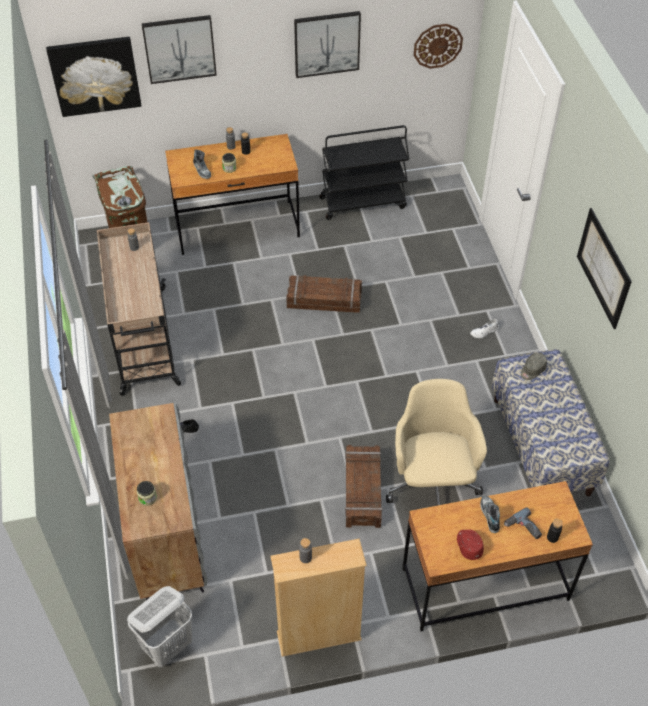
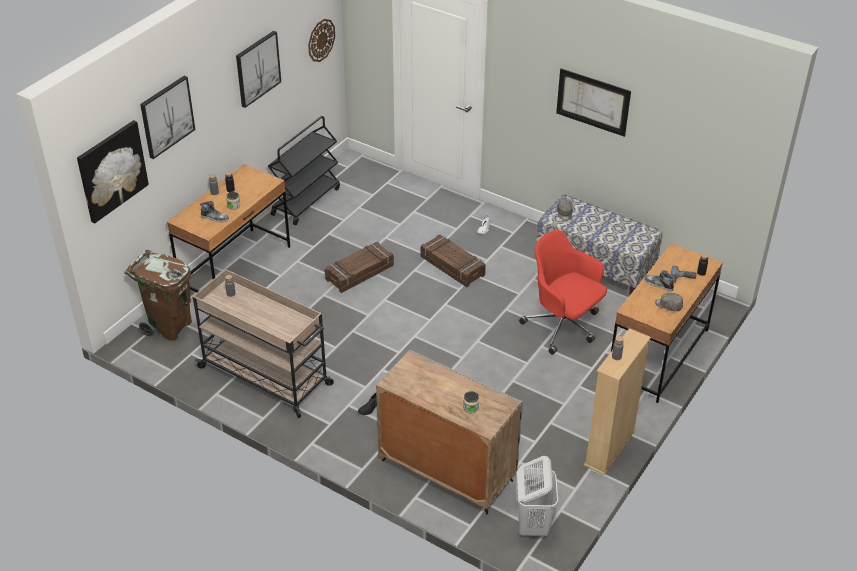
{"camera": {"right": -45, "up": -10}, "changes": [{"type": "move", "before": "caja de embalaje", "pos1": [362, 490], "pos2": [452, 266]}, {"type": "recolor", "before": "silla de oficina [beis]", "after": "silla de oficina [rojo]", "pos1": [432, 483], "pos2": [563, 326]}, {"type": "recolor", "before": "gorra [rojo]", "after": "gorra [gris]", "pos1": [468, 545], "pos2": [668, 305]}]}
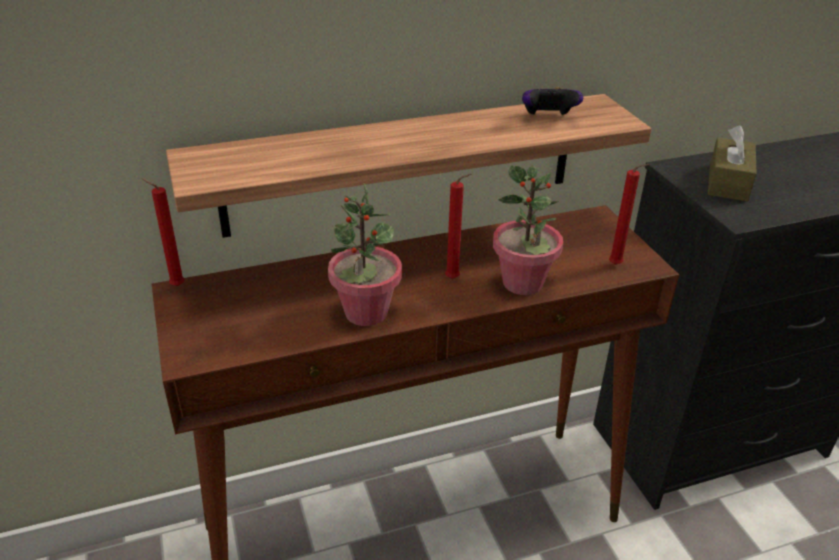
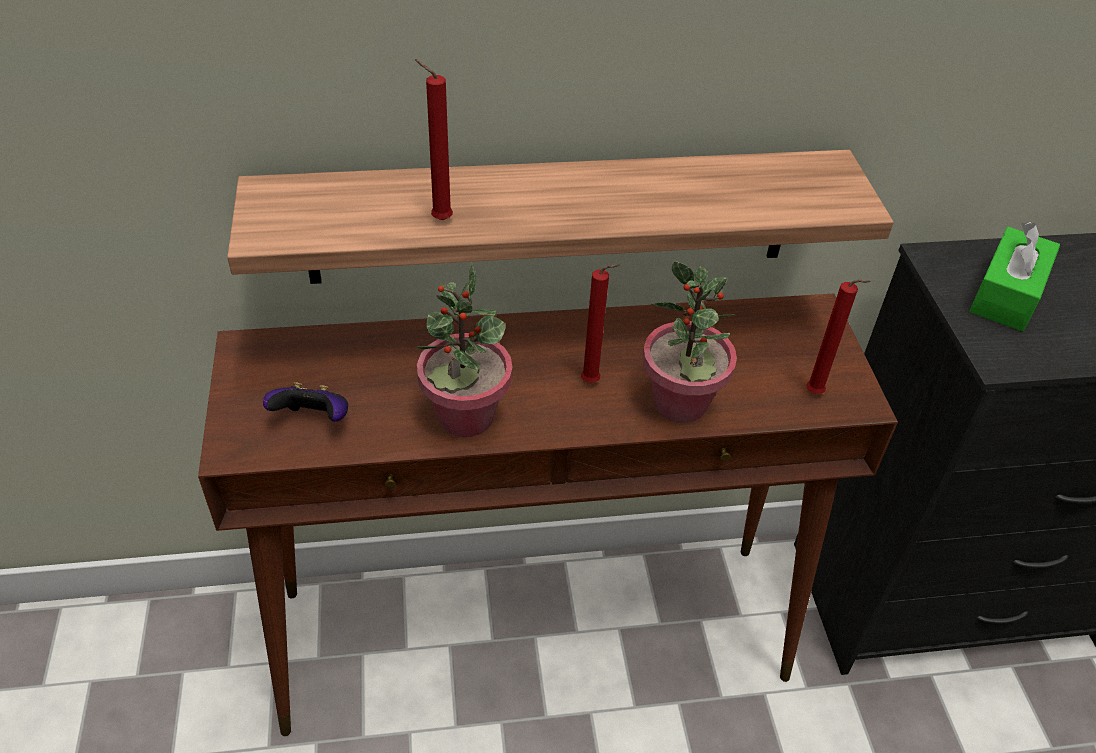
{"camera": {"right": 10, "up": 10}, "changes": [{"type": "move", "before": "vela [rojo]", "pos1": [175, 286], "pos2": [438, 219]}, {"type": "move", "before": "mando de consola", "pos1": [548, 118], "pos2": [314, 420]}, {"type": "recolor", "before": "caja de pañuelos [marrón]", "after": "caja de pañuelos [verde]", "pos1": [728, 182], "pos2": [1007, 294]}]}
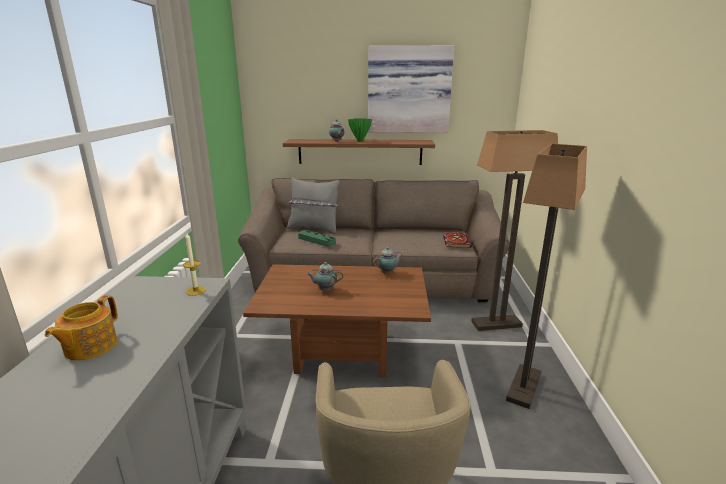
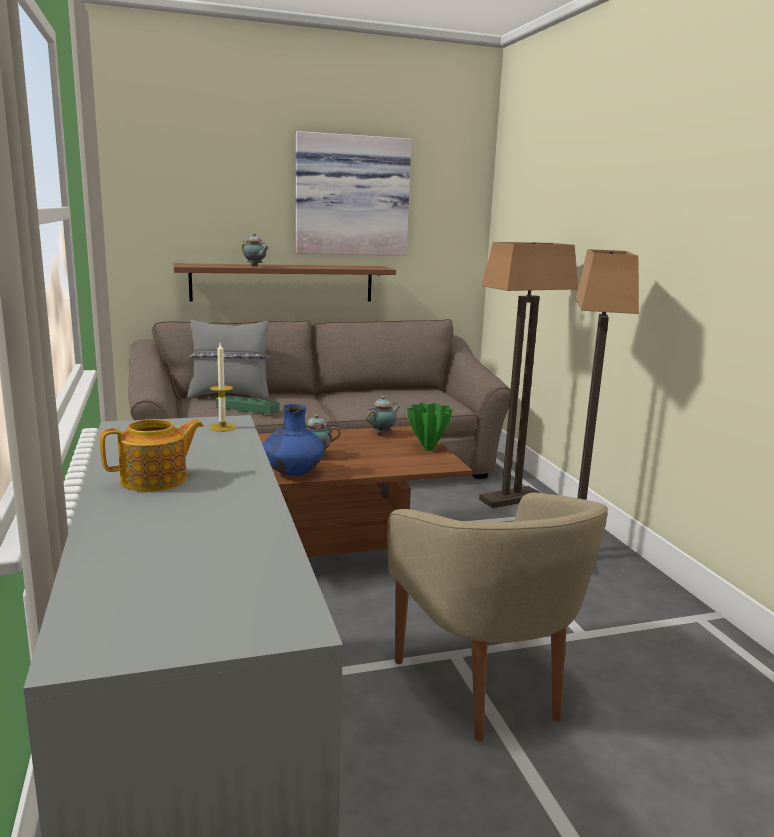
{"camera": {"right": -20, "up": -5}, "changes": [{"type": "rotate", "before": "tetera", "pos1": [89, 347], "pos2": [156, 480], "turn": -120}, {"type": "move", "before": "florero [verde]", "pos1": [360, 141], "pos2": [428, 448]}, {"type": "delete", "before": "libro", "pos1": [455, 241]}, {"type": "insert", "after": "florero [azul]", "pos2": [292, 473]}]}
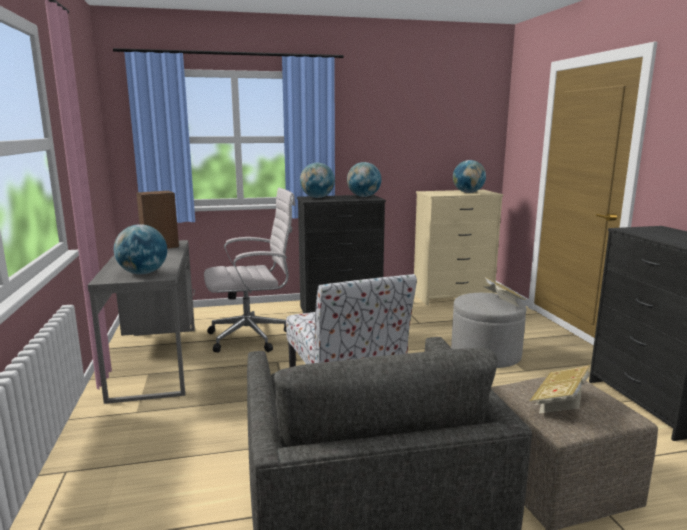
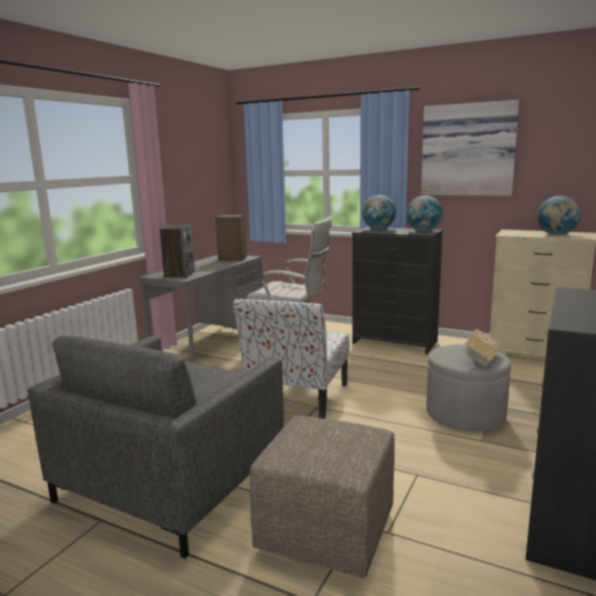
{"camera": {"right": 40, "up": 0}, "changes": [{"type": "replace", "before": "globo terráqueo", "after": "altavoz", "pos1": [143, 273], "pos2": [179, 275]}, {"type": "delete", "before": "libro", "pos1": [561, 404]}, {"type": "insert", "after": "cuadro", "pos2": [468, 150]}]}
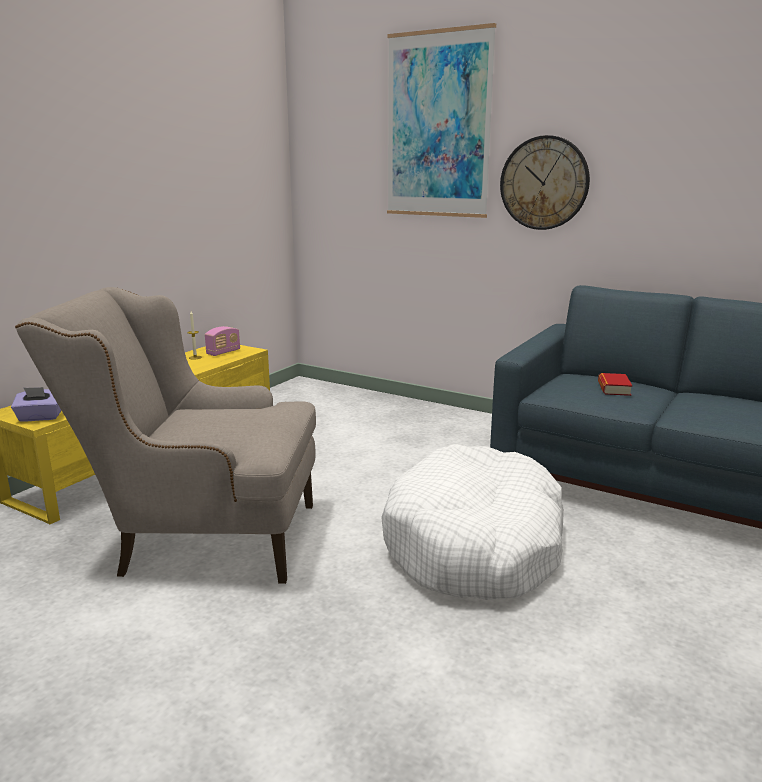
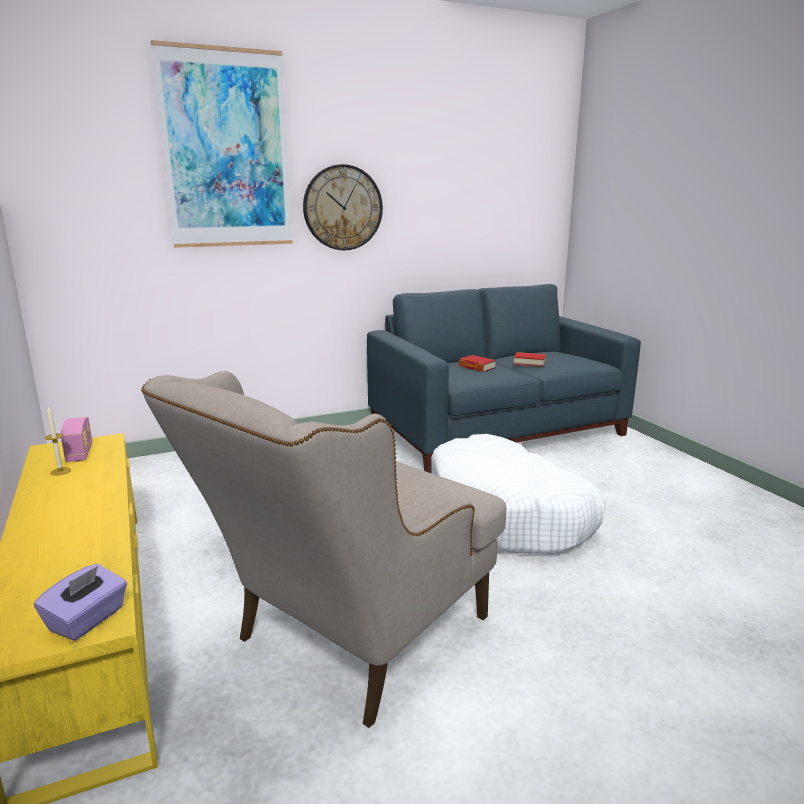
{"camera": {"right": -55, "up": 0}, "changes": [{"type": "insert", "after": "libro", "pos2": [529, 363]}]}
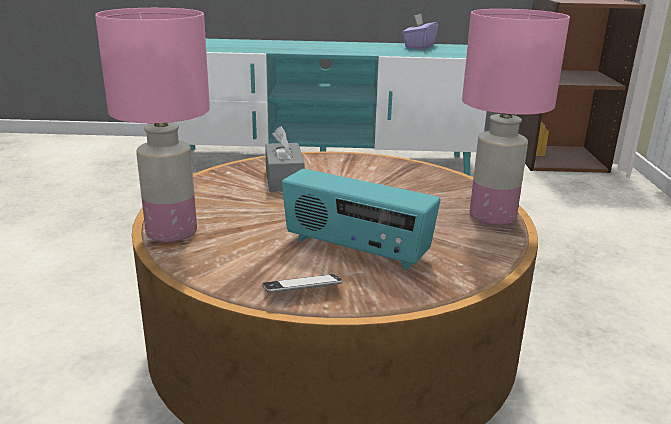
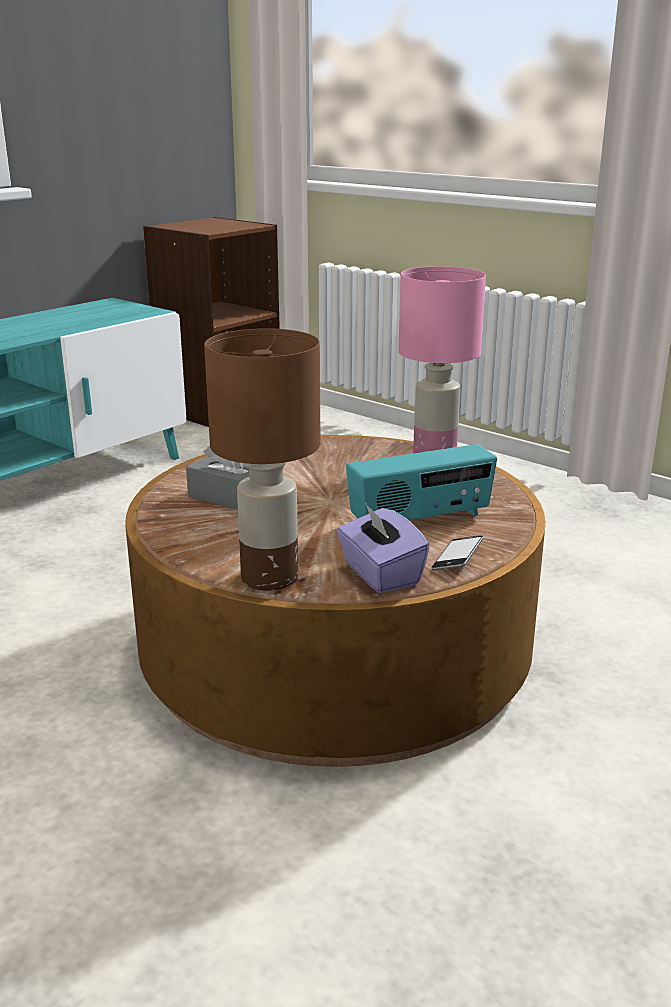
{"camera": {"right": -50, "up": 0}, "changes": [{"type": "recolor", "before": "lámpara de mesa [rosa]", "after": "lámpara de mesa [marrón]", "pos1": [170, 232], "pos2": [268, 578]}, {"type": "move", "before": "caja de pañuelos [morado]", "pos1": [419, 46], "pos2": [380, 574]}]}
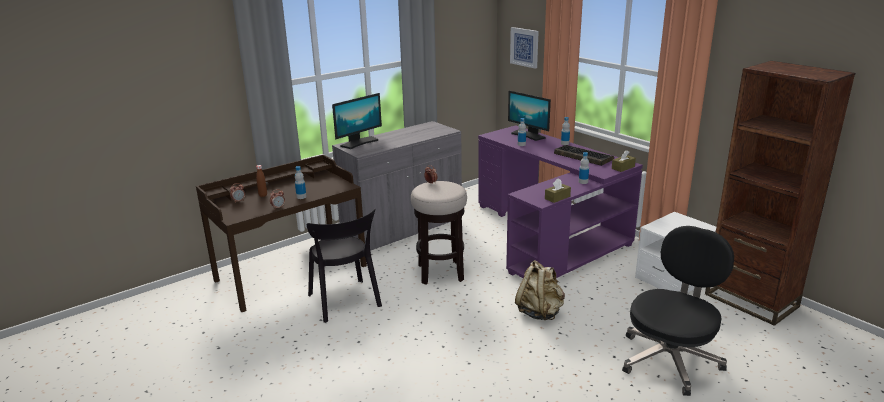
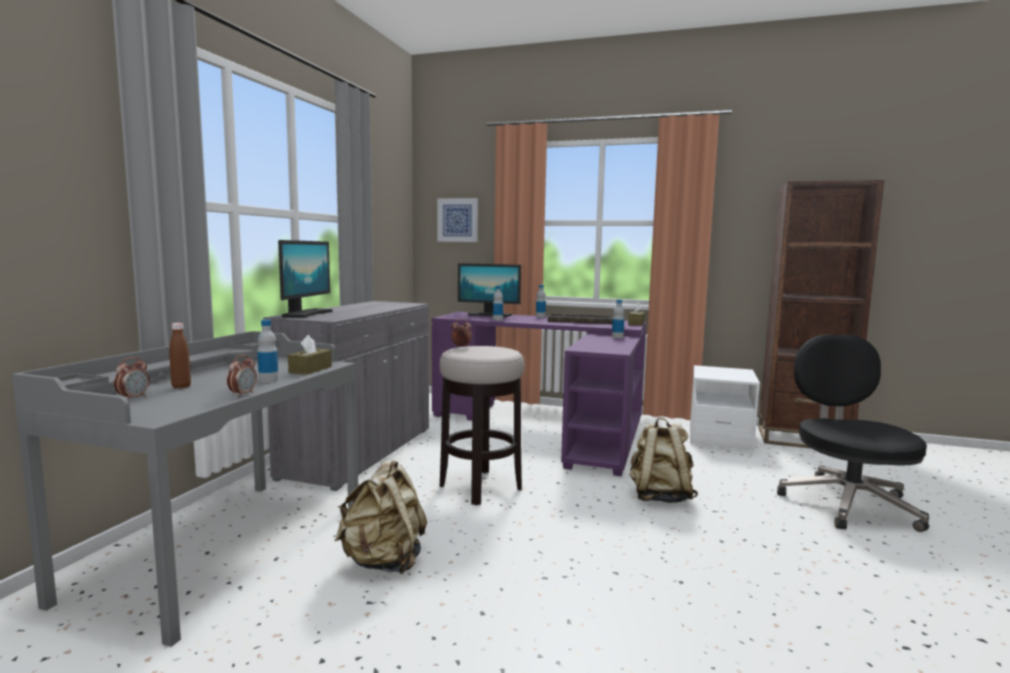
{"camera": {"right": -35, "up": -15}, "changes": [{"type": "recolor", "before": "escritorio [marrón]", "after": "escritorio [gris]", "pos1": [291, 272], "pos2": [224, 547]}, {"type": "replace", "before": "silla [negro]", "after": "mochila [beis]", "pos1": [345, 302], "pos2": [384, 562]}, {"type": "move", "before": "caja de pañuelos [marrón]", "pos1": [557, 197], "pos2": [310, 369]}]}
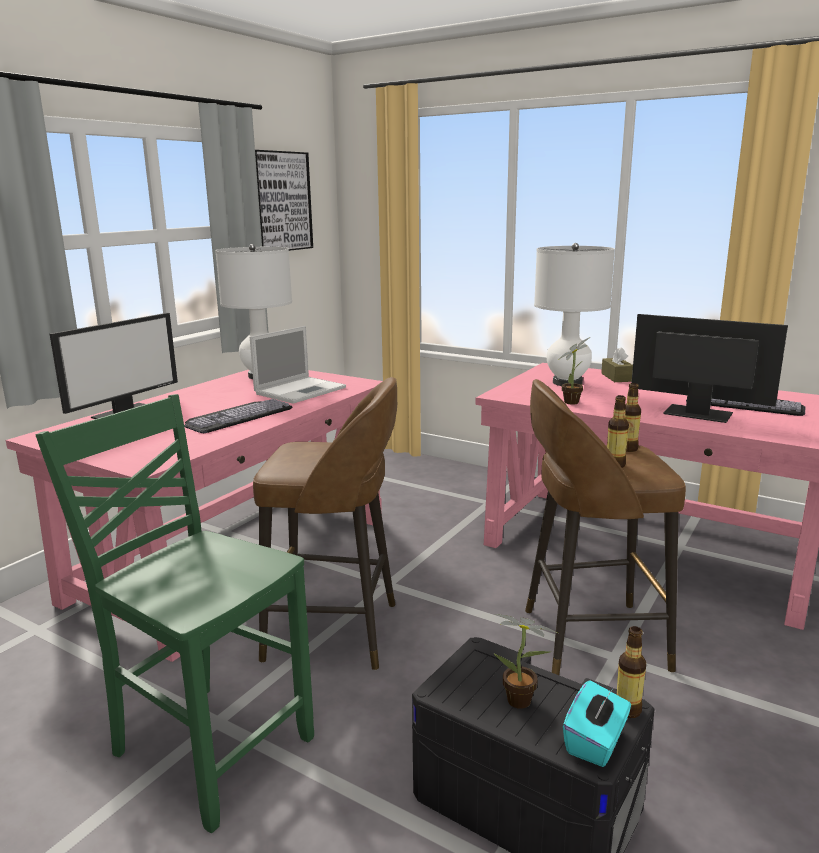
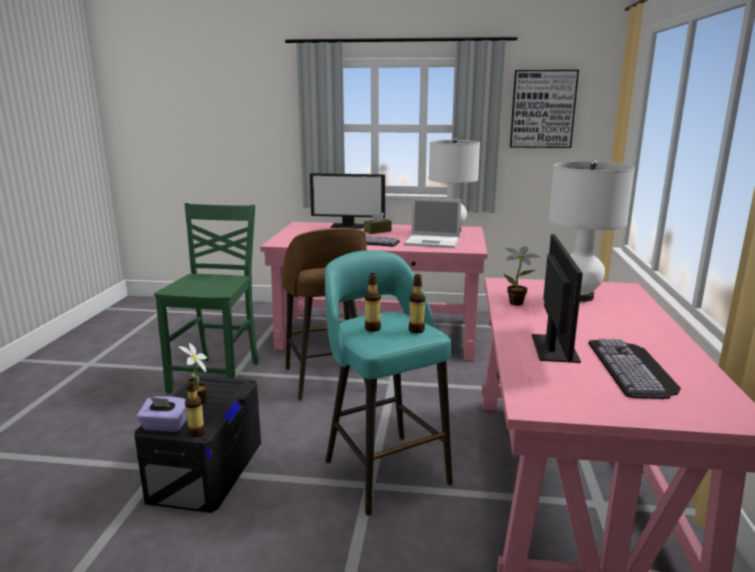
{"camera": {"right": 65, "up": 0}, "changes": [{"type": "recolor", "before": "taburete [marrón]", "after": "taburete [turquesa]", "pos1": [589, 639], "pos2": [385, 470]}, {"type": "recolor", "before": "caja de pañuelos [turquesa]", "after": "caja de pañuelos [morado]", "pos1": [596, 742], "pos2": [165, 426]}, {"type": "move", "before": "caja de pañuelos [marrón]", "pos1": [616, 377], "pos2": [377, 231]}]}
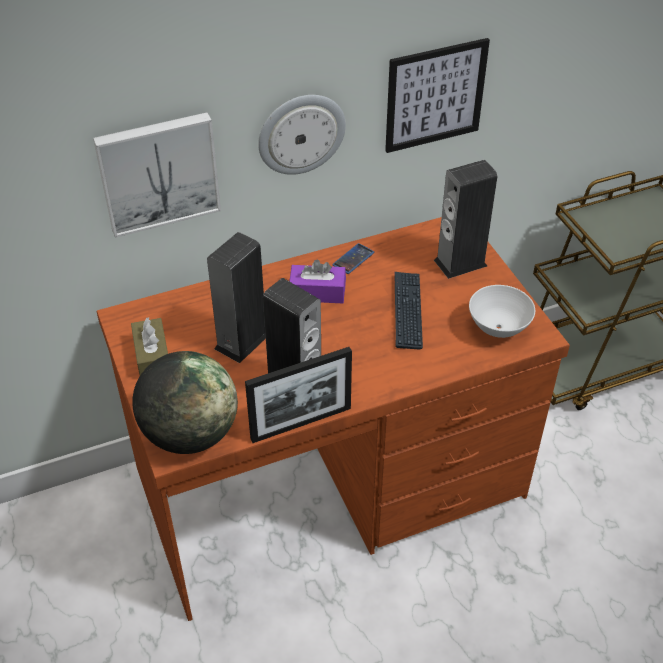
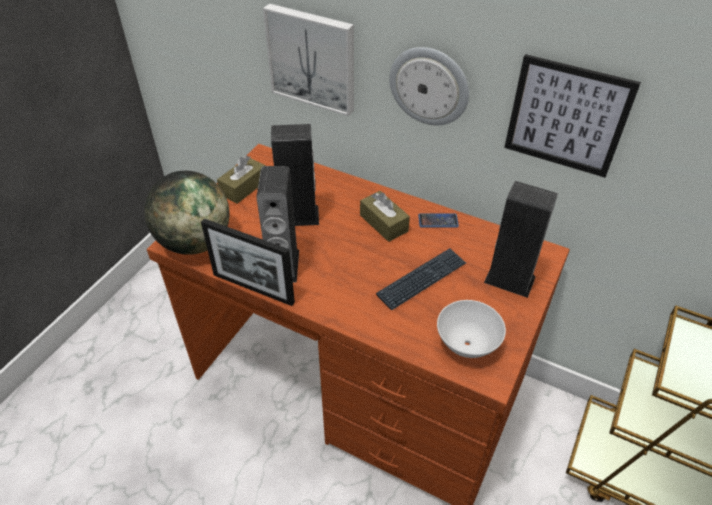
{"camera": {"right": 50, "up": 0}, "changes": [{"type": "recolor", "before": "caja de pañuelos [morado]", "after": "caja de pañuelos [marrón]", "pos1": [317, 292], "pos2": [383, 223]}]}
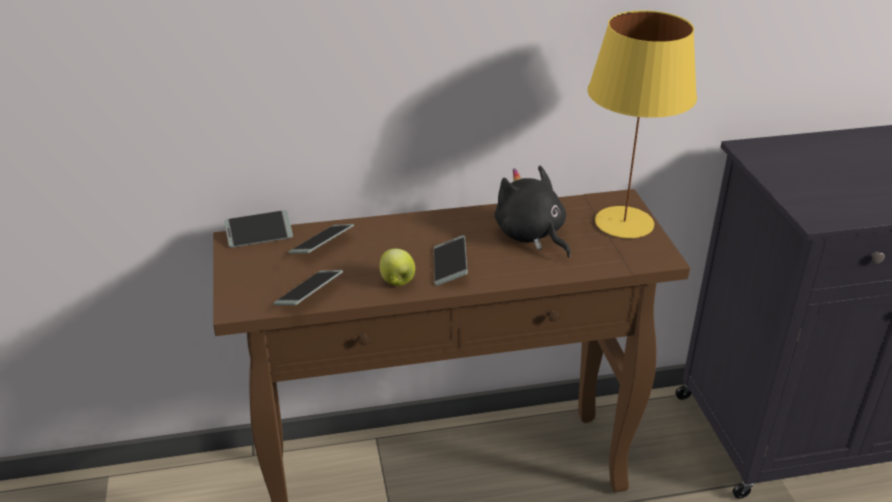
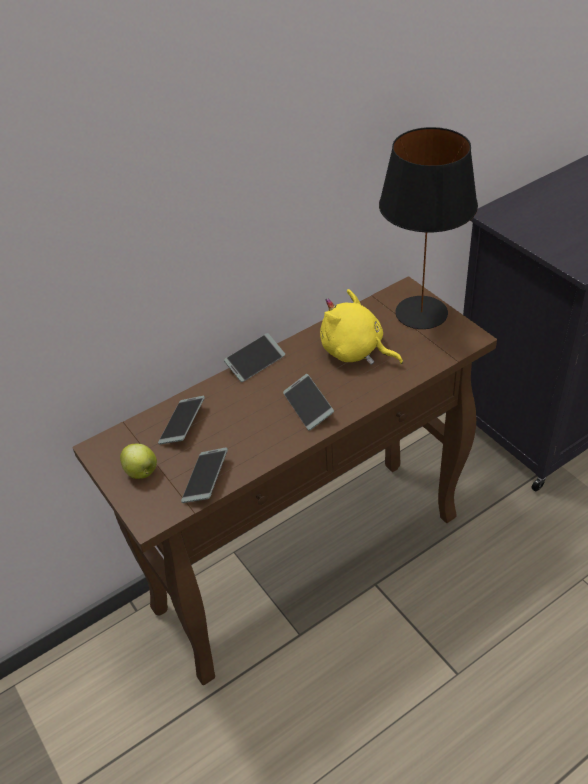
{"camera": {"right": -20, "up": 10}, "changes": [{"type": "move", "before": "móvil", "pos1": [259, 235], "pos2": [255, 362]}, {"type": "move", "before": "manzana", "pos1": [397, 282], "pos2": [142, 472]}, {"type": "recolor", "before": "peluche [negro]", "after": "peluche [amarillo]", "pos1": [531, 235], "pos2": [355, 351]}, {"type": "recolor", "before": "lámpara de mesa [amarillo]", "after": "lámpara de mesa [negro]", "pos1": [624, 222], "pos2": [421, 312]}]}
